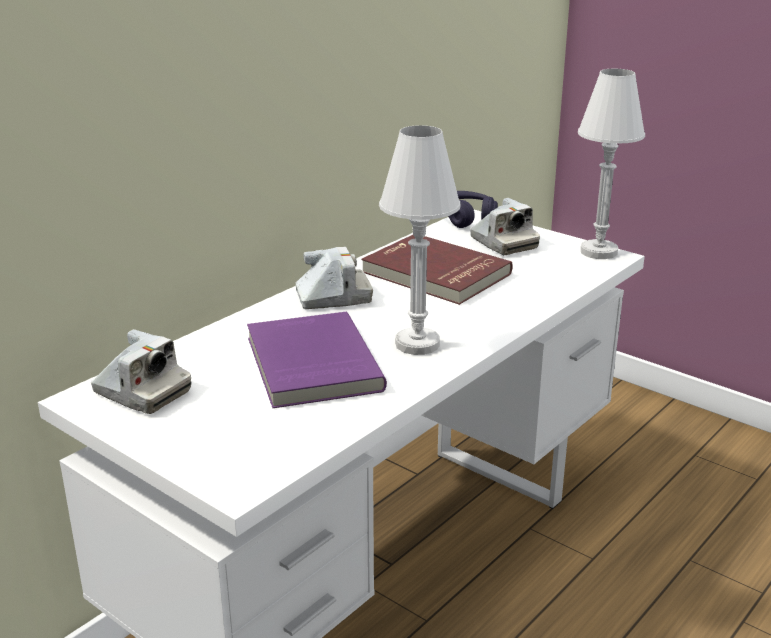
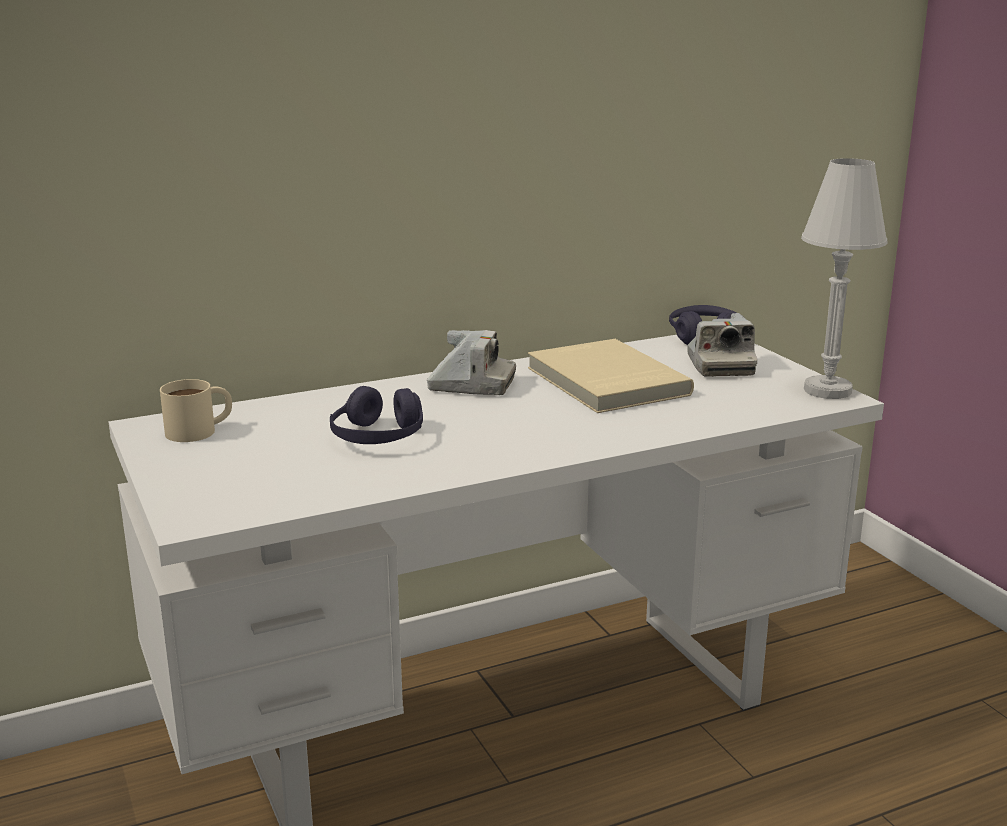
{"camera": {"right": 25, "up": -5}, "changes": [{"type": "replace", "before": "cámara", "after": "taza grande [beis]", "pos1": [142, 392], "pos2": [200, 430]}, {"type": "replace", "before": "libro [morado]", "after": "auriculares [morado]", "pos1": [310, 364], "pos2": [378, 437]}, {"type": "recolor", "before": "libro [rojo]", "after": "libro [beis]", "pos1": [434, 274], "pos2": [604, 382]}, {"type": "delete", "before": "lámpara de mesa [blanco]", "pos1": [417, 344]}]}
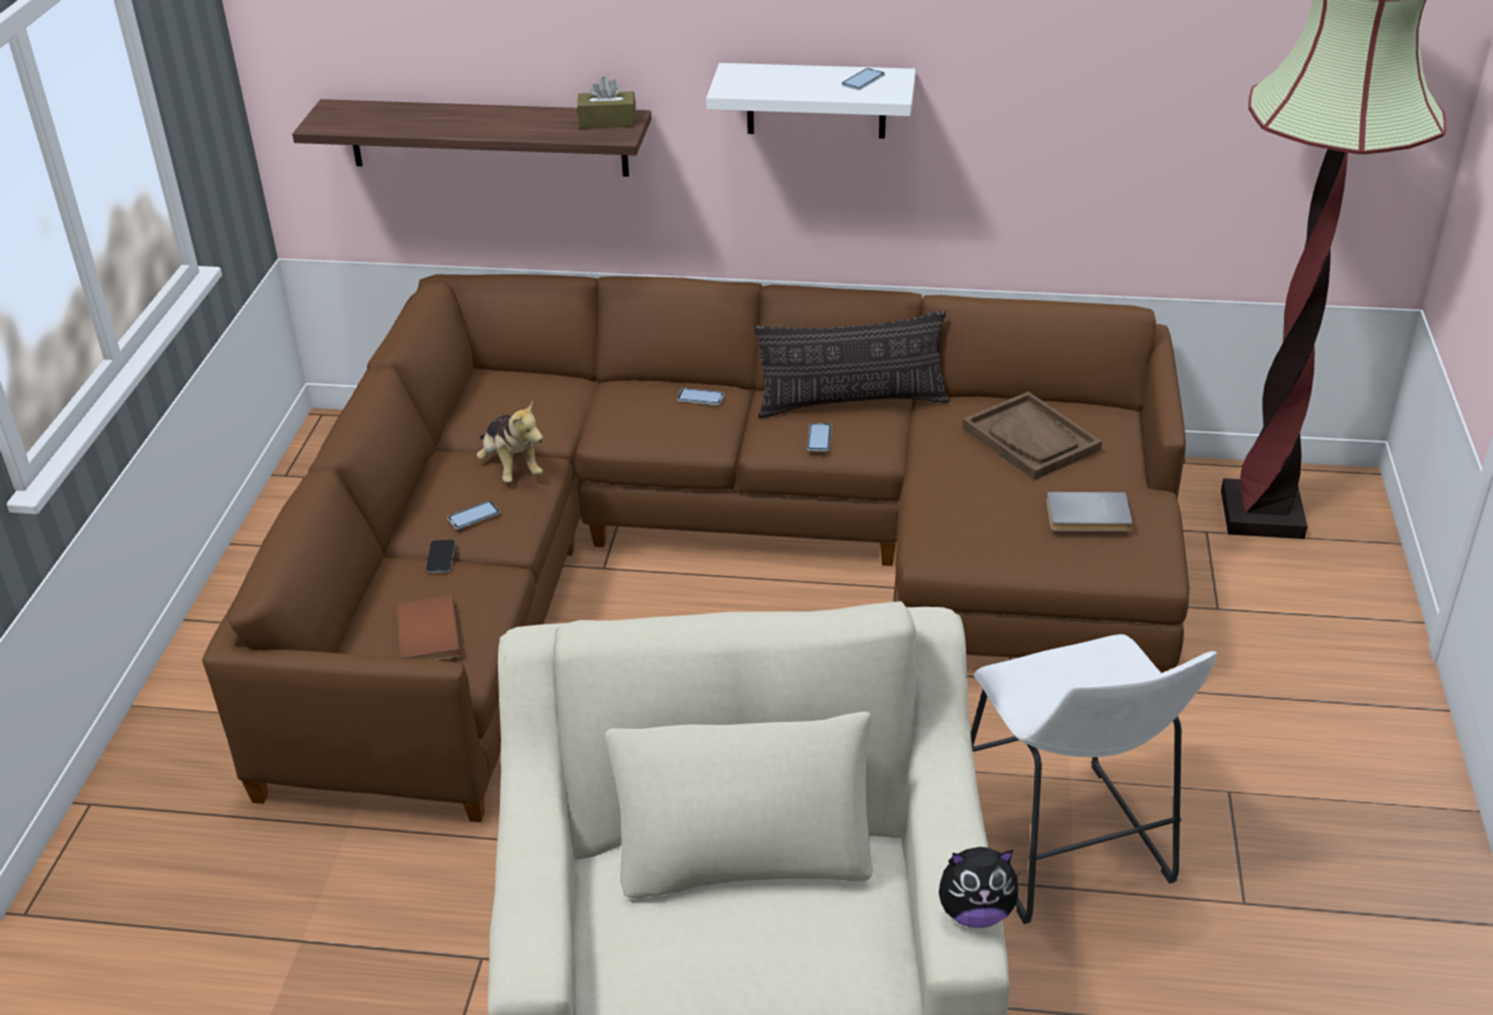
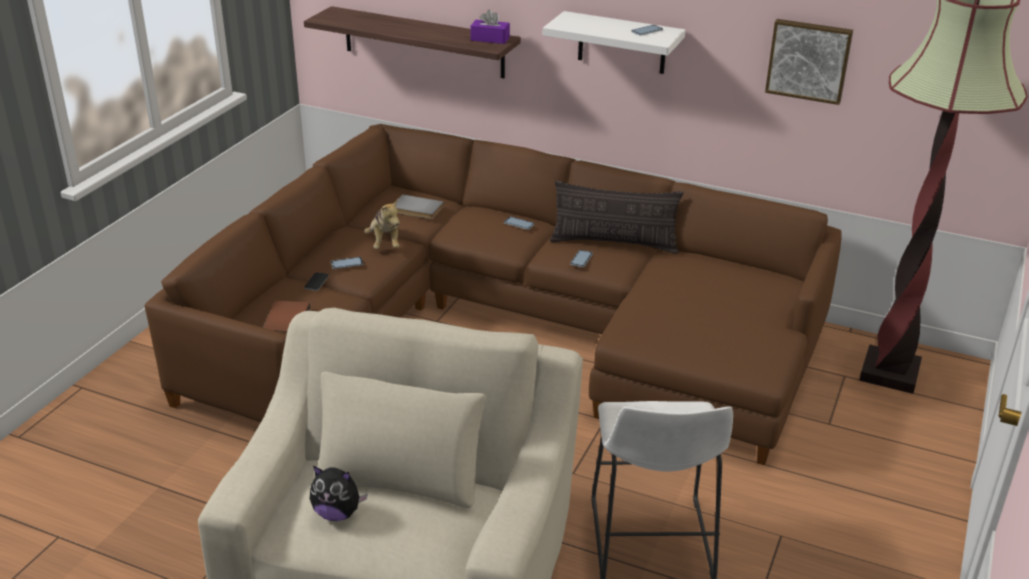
{"camera": {"right": 15, "up": -5}, "changes": [{"type": "recolor", "before": "caja de pañuelos [marrón]", "after": "caja de pañuelos [morado]", "pos1": [607, 121], "pos2": [490, 39]}, {"type": "move", "before": "peluche", "pos1": [975, 912], "pos2": [337, 513]}, {"type": "delete", "before": "bandeja [marrón]", "pos1": [1031, 439]}, {"type": "move", "before": "libro [gris]", "pos1": [1088, 516], "pos2": [416, 209]}, {"type": "insert", "after": "cuadro", "pos2": [808, 60]}]}
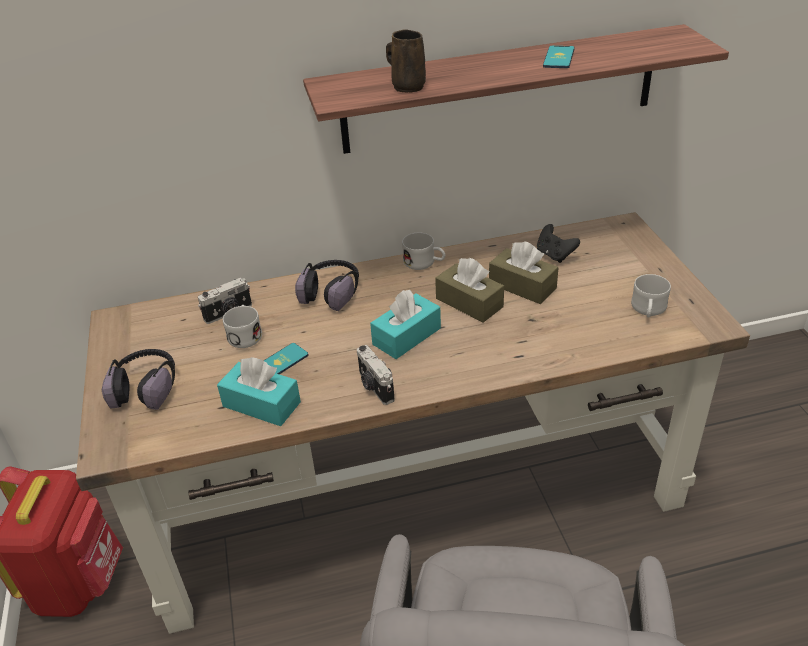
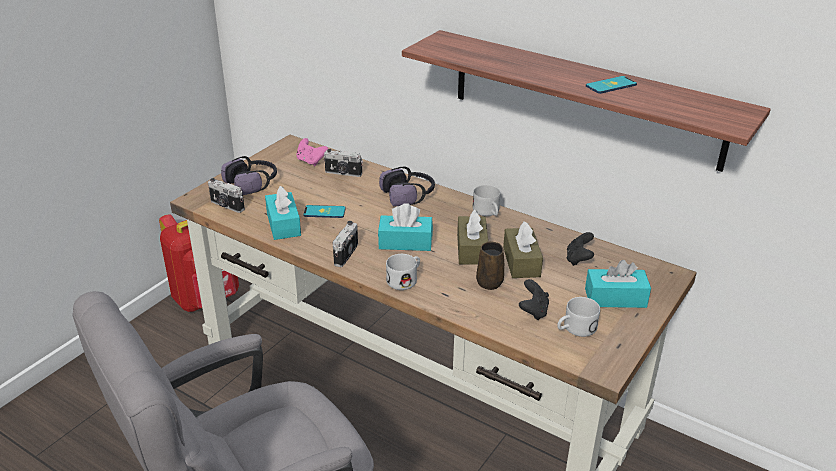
{"camera": {"right": 45, "up": -5}, "changes": [{"type": "move", "before": "taza grande [blanco]", "pos1": [245, 334], "pos2": [405, 279]}, {"type": "move", "before": "taza grande [marrón]", "pos1": [407, 86], "pos2": [489, 281]}, {"type": "insert", "after": "cámara", "pos2": [226, 206]}, {"type": "insert", "after": "mando de consola [rosa]", "pos2": [311, 161]}, {"type": "insert", "after": "mando de consola [negro]", "pos2": [533, 311]}, {"type": "insert", "after": "caja de pañuelos [turquesa]", "pos2": [615, 298]}]}
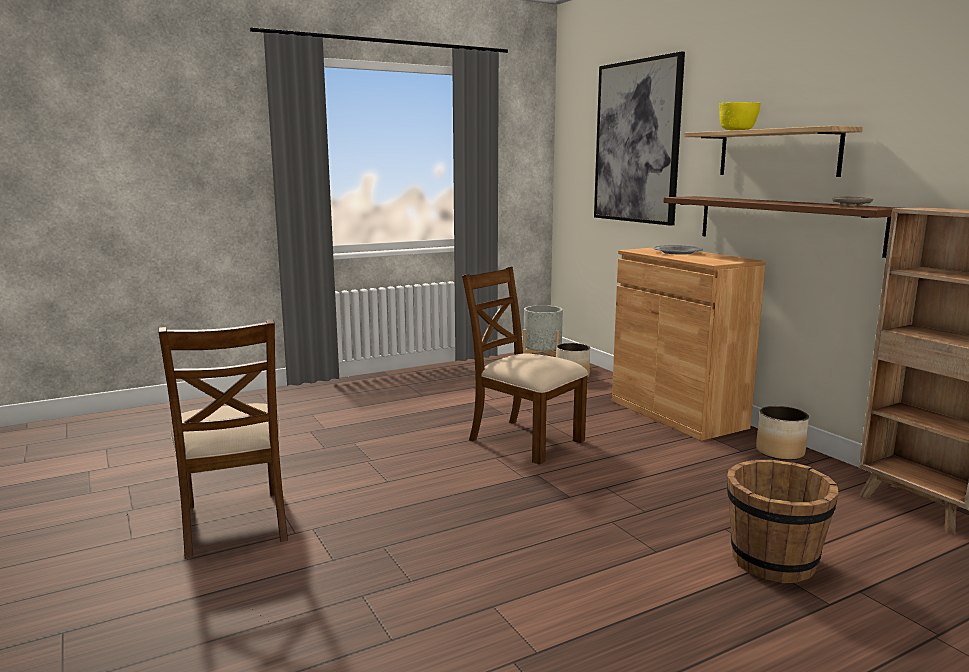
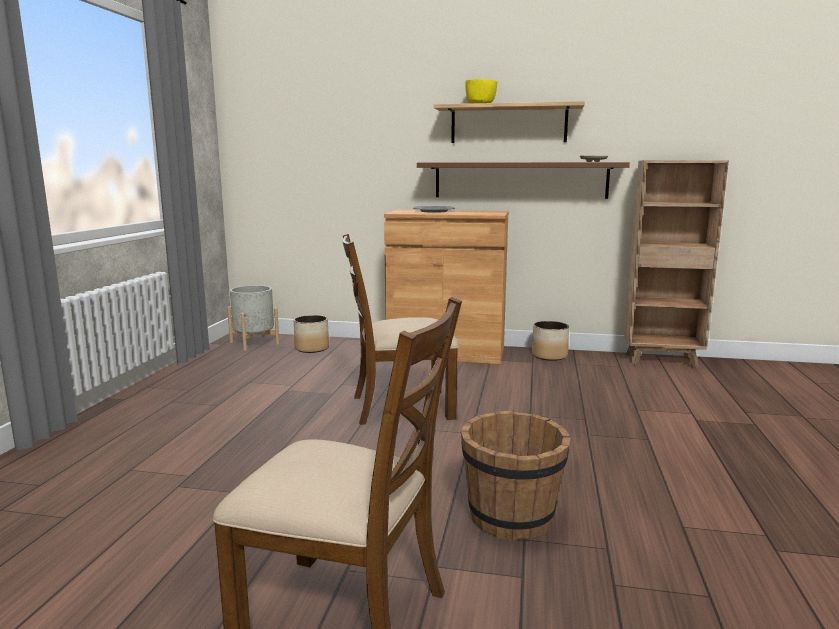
{"camera": {"right": -50, "up": 0}, "changes": [{"type": "delete", "before": "cuadro", "pos1": [637, 142]}, {"type": "move", "before": "cubo [marrón]", "pos1": [773, 562], "pos2": [511, 518]}]}
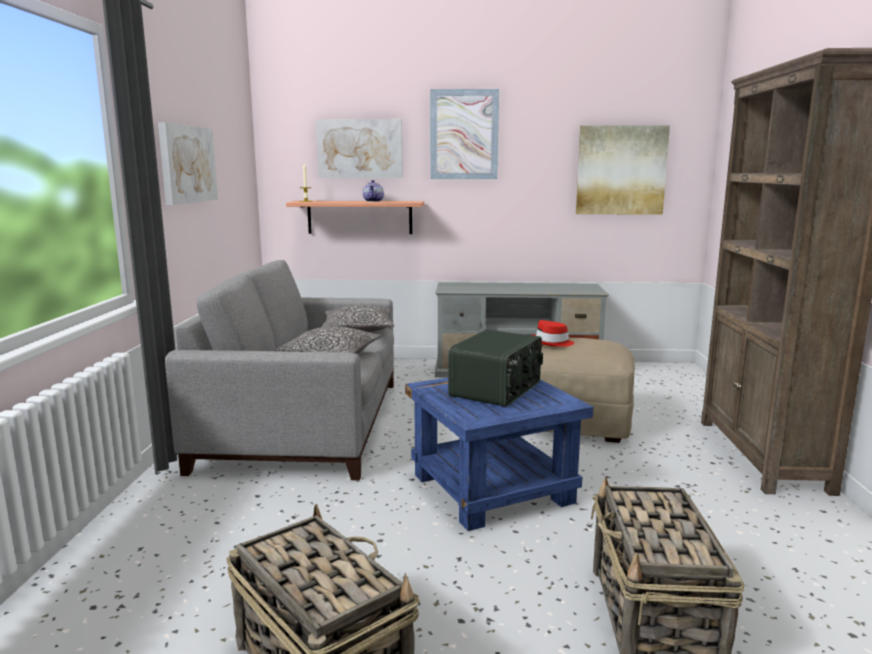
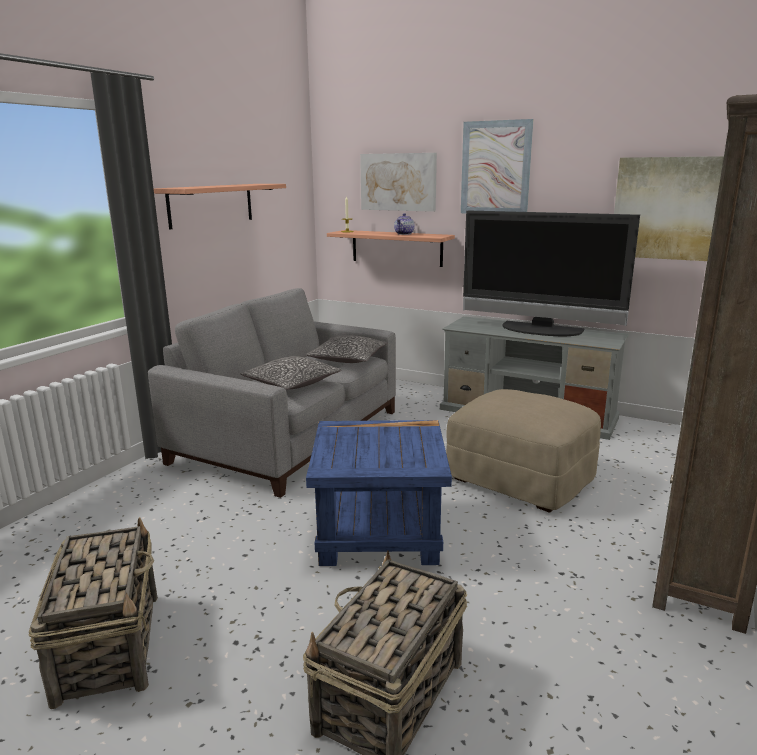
{"camera": {"right": 25, "up": 5}, "changes": [{"type": "replace", "before": "cuadro", "after": "estante", "pos1": [187, 164], "pos2": [211, 205]}, {"type": "delete", "before": "radio", "pos1": [497, 389]}, {"type": "delete", "before": "sombrero [rojo]", "pos1": [552, 343]}, {"type": "insert", "after": "televisor", "pos2": [540, 330]}]}
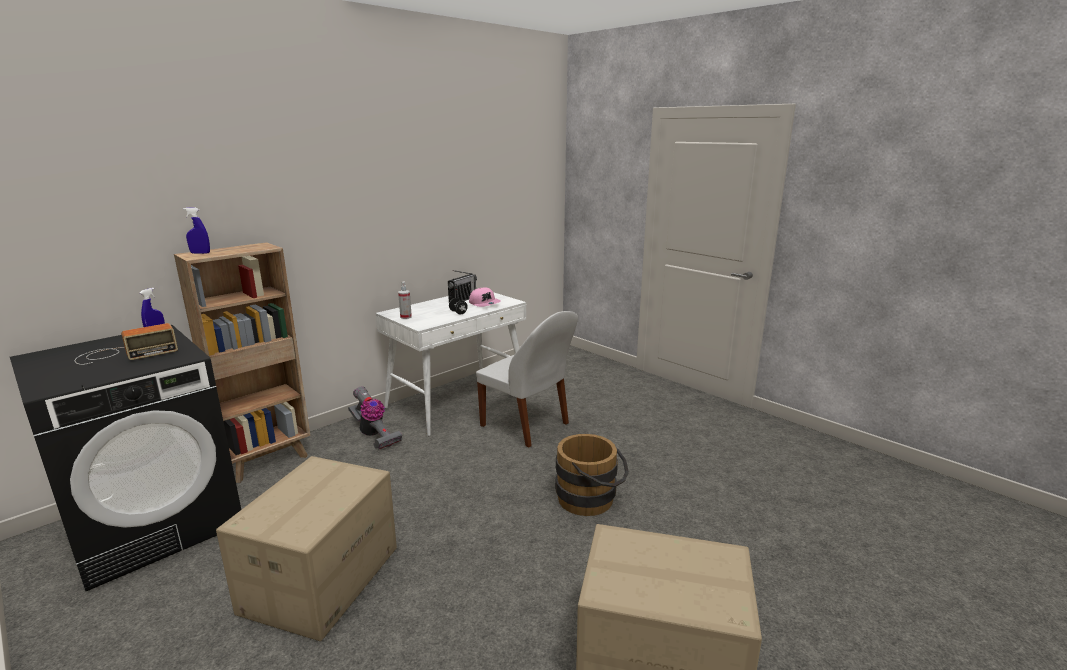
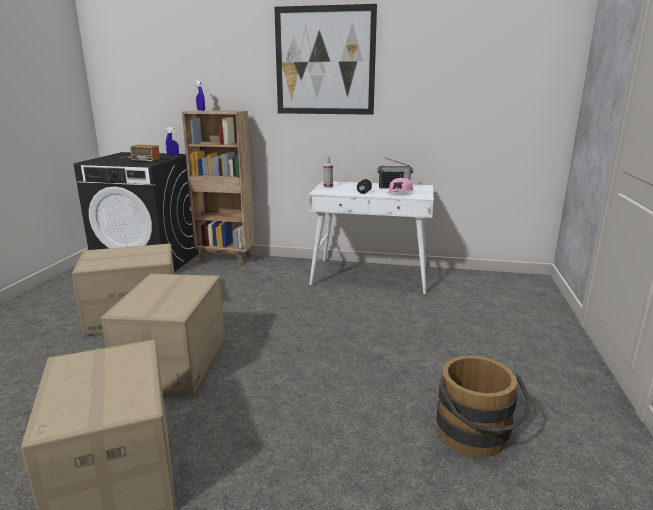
{"camera": {"right": 55, "up": 0}, "changes": [{"type": "delete", "before": "aspiradora", "pos1": [373, 435]}, {"type": "delete", "before": "silla [blanco]", "pos1": [526, 426]}, {"type": "move", "before": "cubo [marrón]", "pos1": [591, 500], "pos2": [476, 438]}, {"type": "insert", "after": "caja de cartón", "pos2": [175, 363]}, {"type": "insert", "after": "cuadro", "pos2": [325, 61]}]}
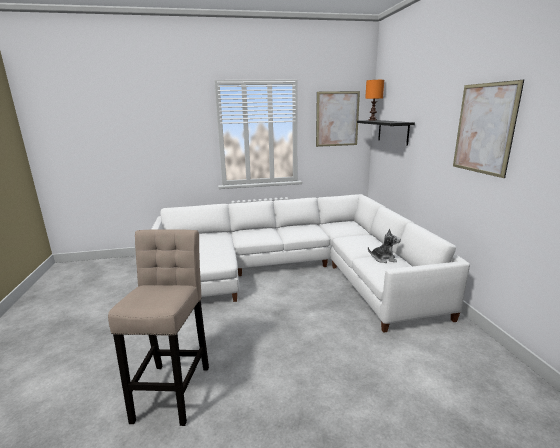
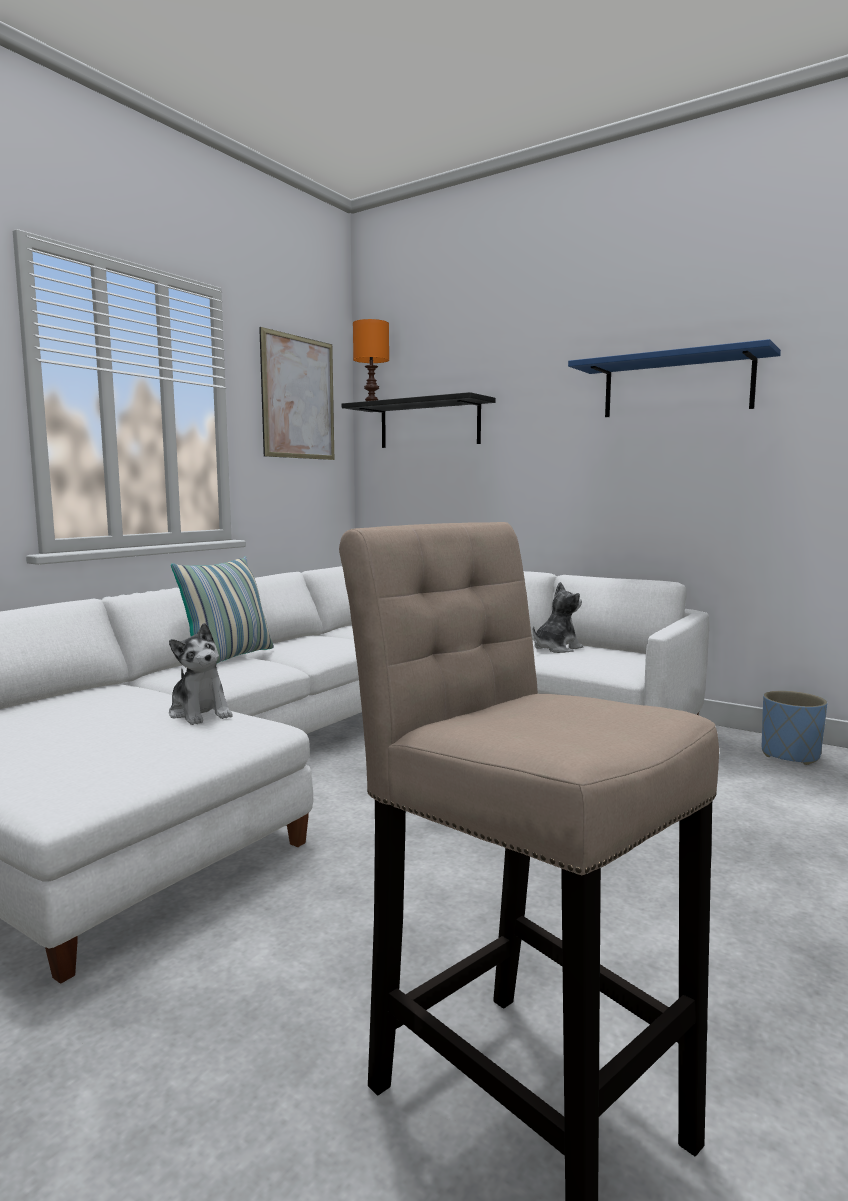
{"camera": {"right": -45, "up": -10}, "changes": [{"type": "replace", "before": "cuadro", "after": "estante [azul]", "pos1": [484, 129], "pos2": [677, 386]}, {"type": "insert", "after": "peluche", "pos2": [200, 713]}, {"type": "insert", "after": "cojín", "pos2": [229, 658]}, {"type": "insert", "after": "maceta [azul]", "pos2": [790, 755]}]}
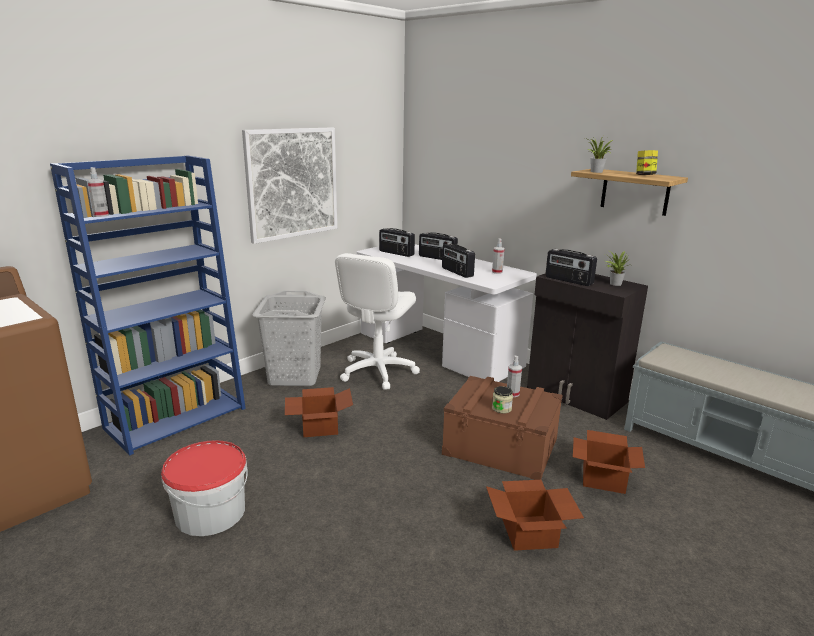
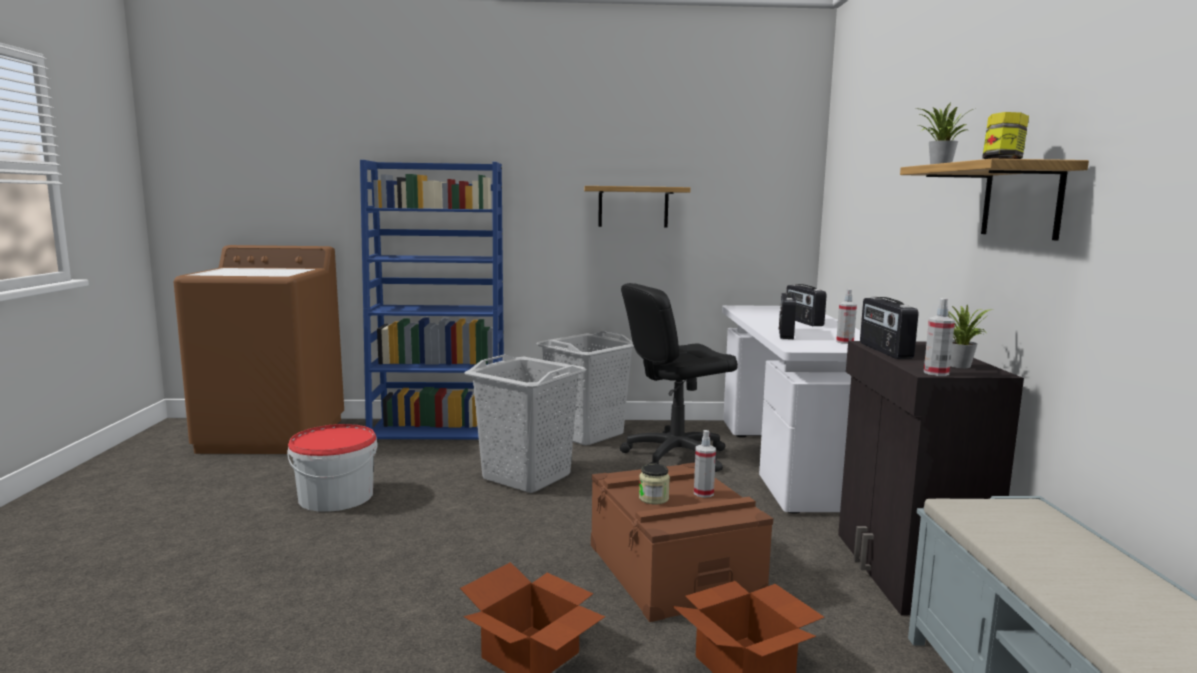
{"camera": {"right": 45, "up": -10}, "changes": [{"type": "move", "before": "pulverizador", "pos1": [101, 215], "pos2": [936, 373]}, {"type": "replace", "before": "cuadro", "after": "estante", "pos1": [292, 183], "pos2": [633, 207]}, {"type": "replace", "before": "caja de cartón", "after": "cesto de la ropa [gris]", "pos1": [318, 426], "pos2": [526, 476]}, {"type": "recolor", "before": "silla de oficina [blanco]", "after": "silla de oficina [negro]", "pos1": [377, 371], "pos2": [675, 456]}, {"type": "delete", "before": "radio", "pos1": [396, 253]}]}
